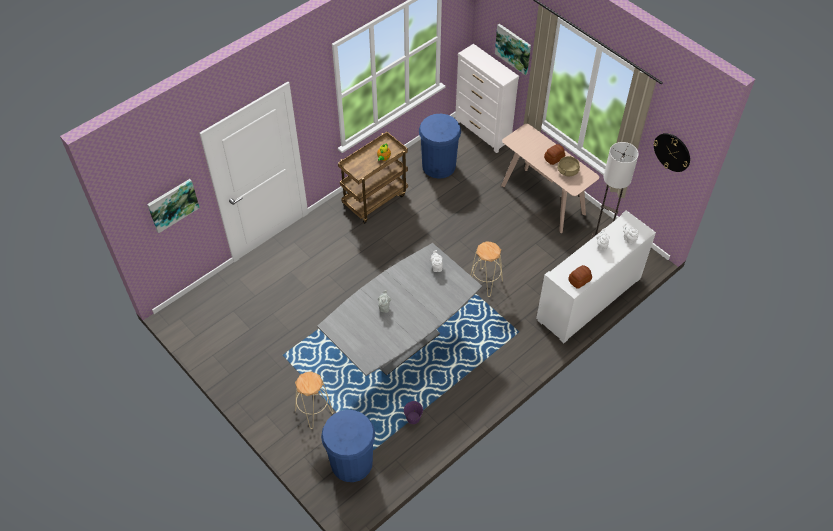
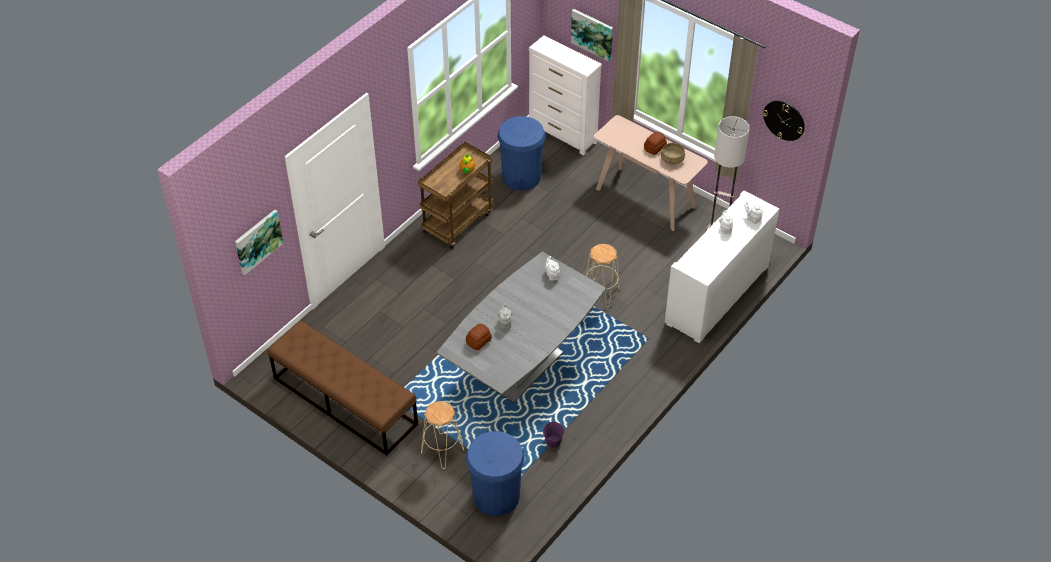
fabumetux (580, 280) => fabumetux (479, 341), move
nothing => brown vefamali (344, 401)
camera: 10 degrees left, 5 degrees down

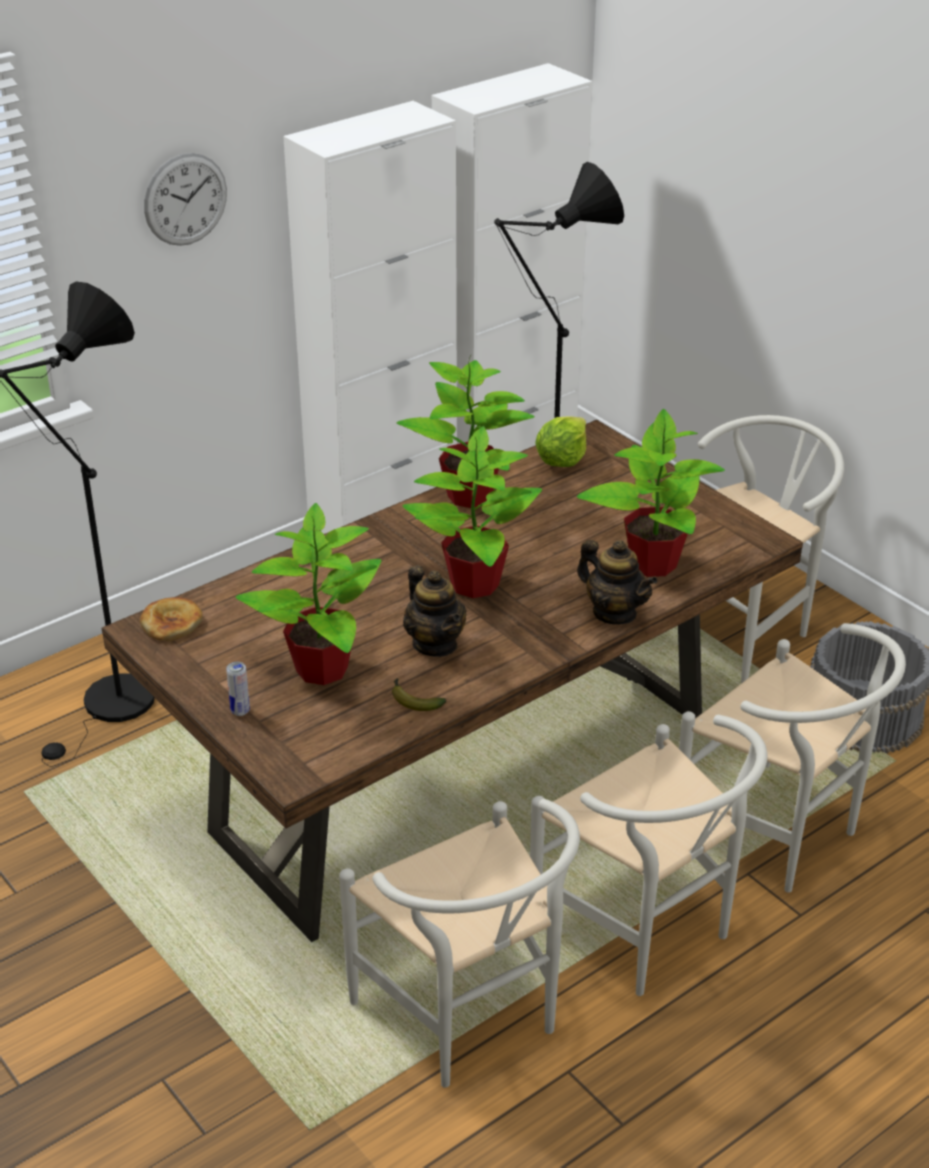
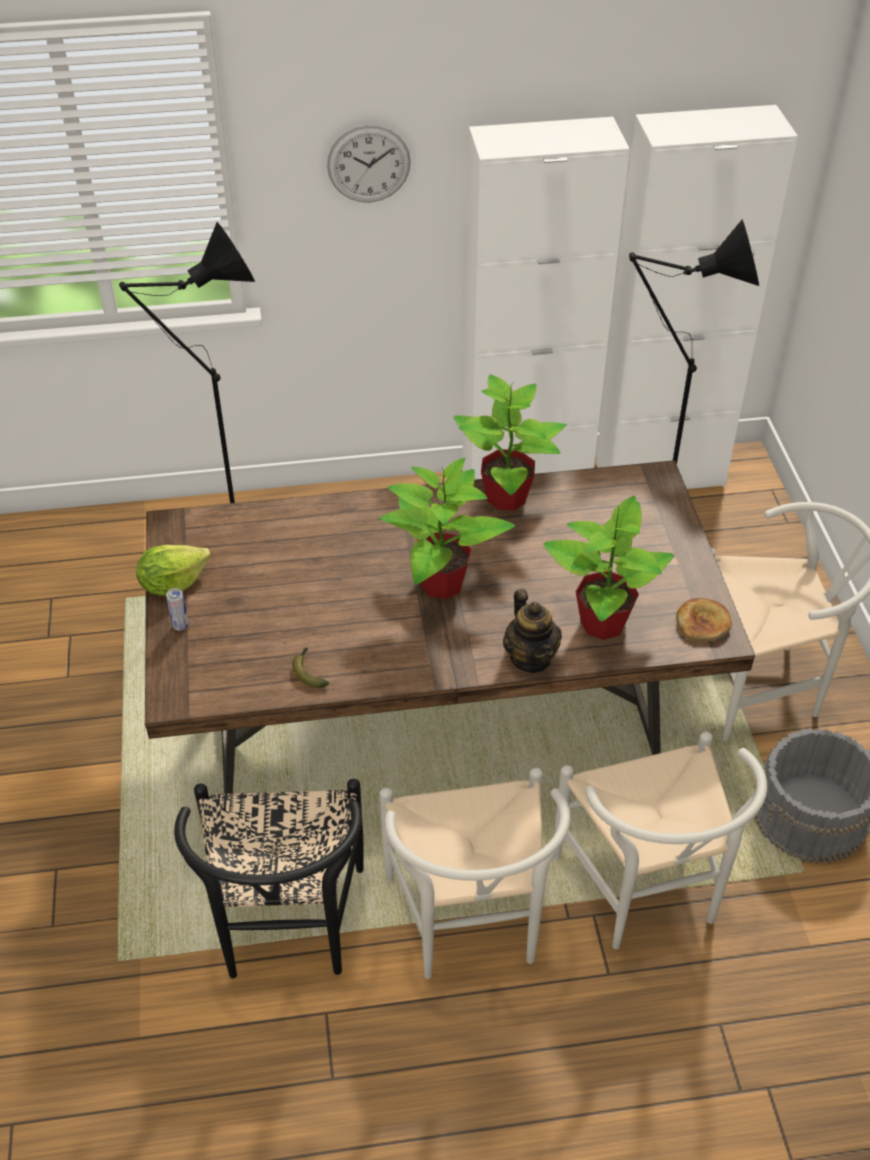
fabumetux (171, 622) => fabumetux (703, 623), move
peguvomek (320, 670) => nothing
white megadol (468, 1020) => black megadol (286, 932)
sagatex (435, 644) => nothing
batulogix (562, 460) => batulogix (173, 583), move
camera: 30 degrees right, 10 degrees up

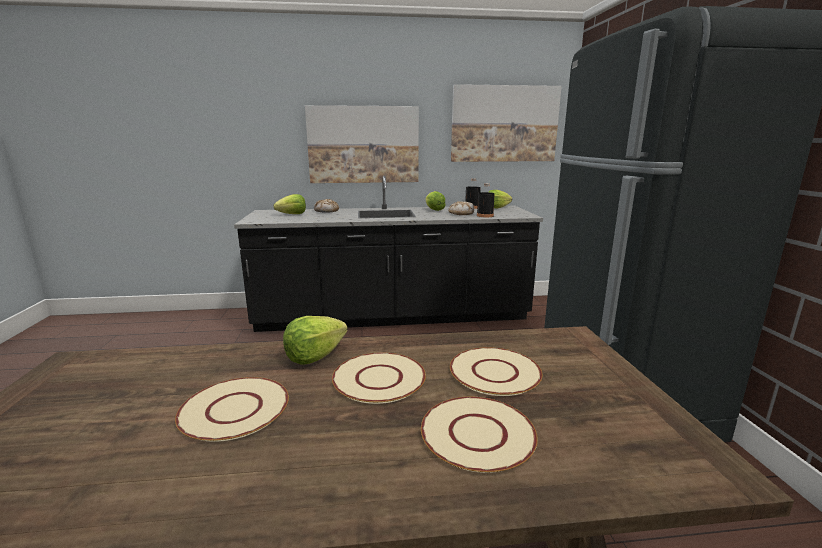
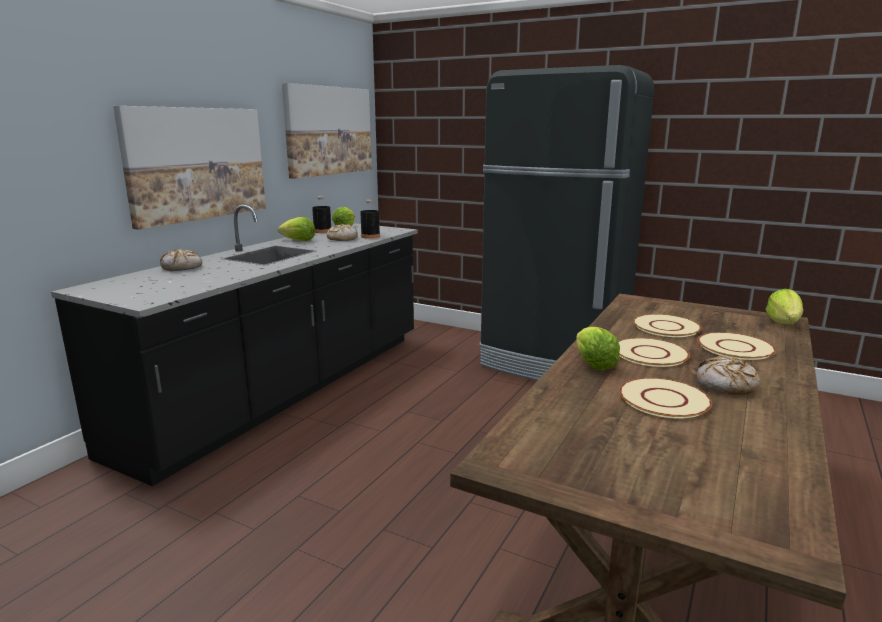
batulogix (292, 214) => batulogix (784, 323), move
nothing => fabumetux (725, 385)
camera: 55 degrees left, 0 degrees up

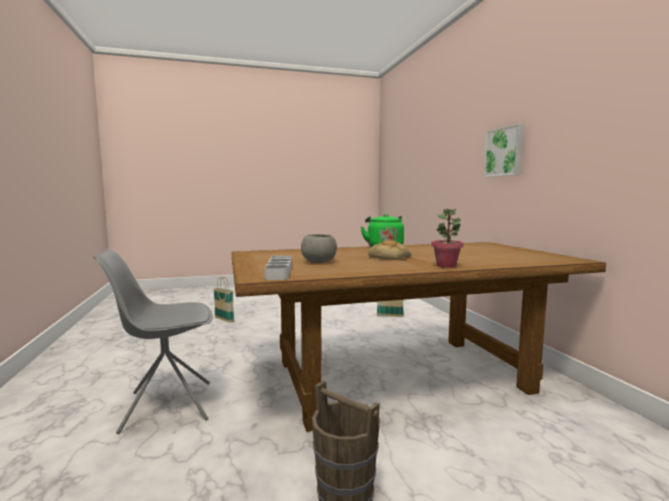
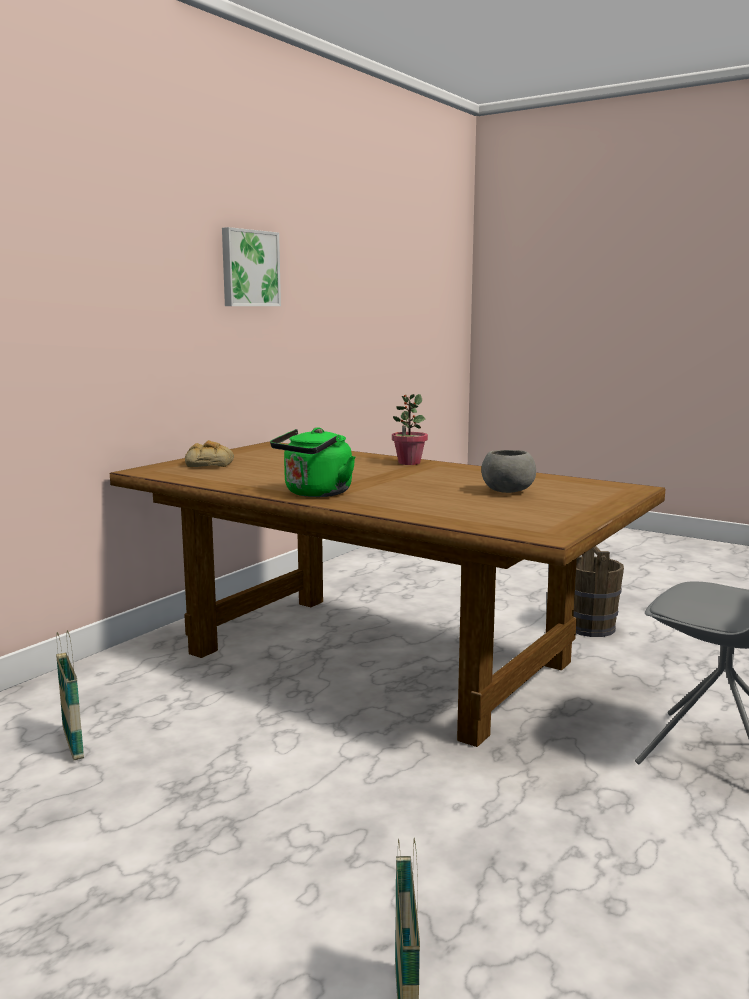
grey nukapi (279, 271) => nothing
fabumetux (390, 257) => fabumetux (209, 463), move
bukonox (504, 152) => bukonox (249, 268), move
camera: 130 degrees left, 5 degrees up

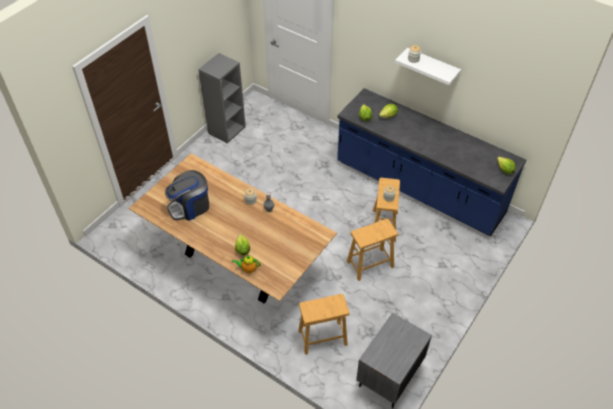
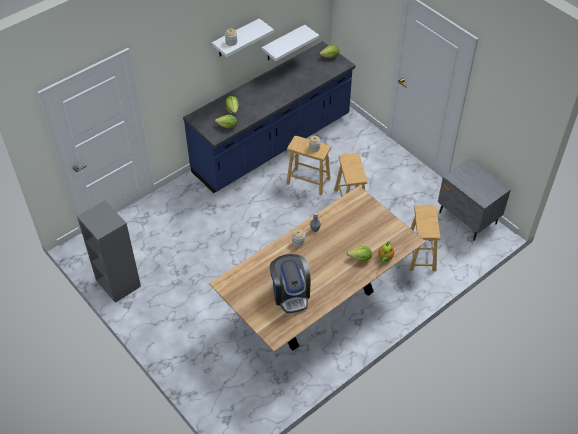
nothing => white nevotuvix (283, 43)
camera: 75 degrees left, 0 degrees up

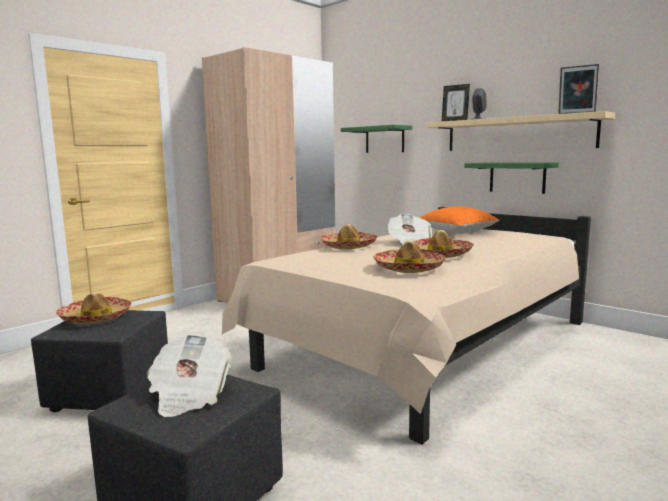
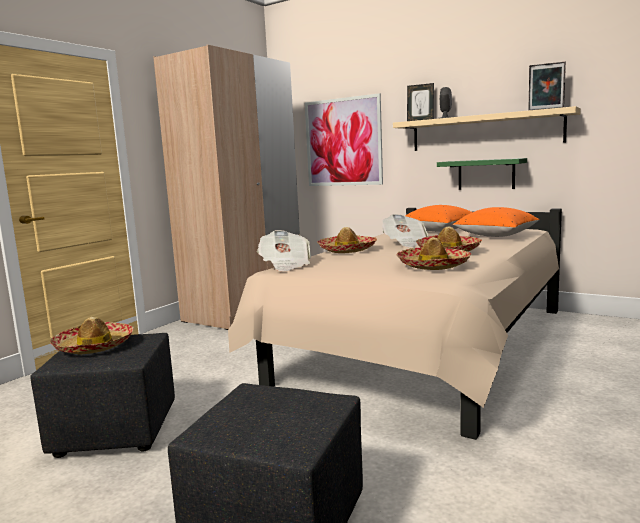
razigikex (189, 395) => razigikex (285, 265), move
green nevotuvix (384, 139) => bukonox (343, 142)
nothing => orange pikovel (496, 236)
camera: 10 degrees left, 0 degrees up

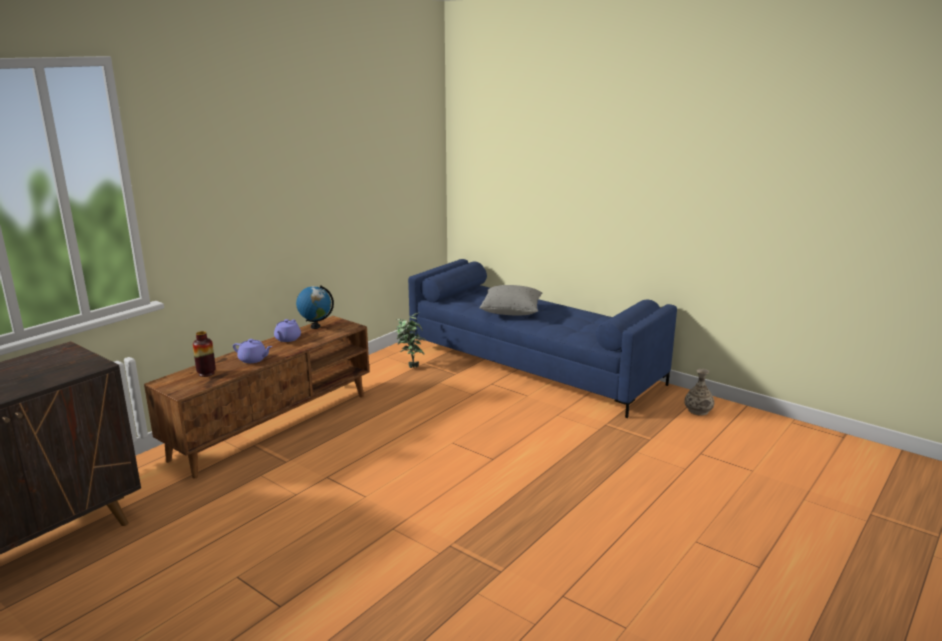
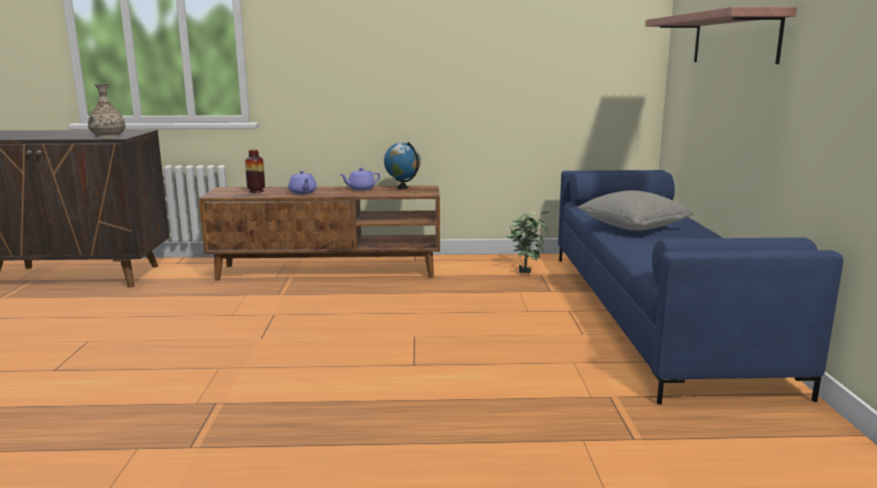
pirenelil (698, 410) => pirenelil (108, 136), move
nothing => nevotuvix (734, 38)
camera: 50 degrees right, 5 degrees down

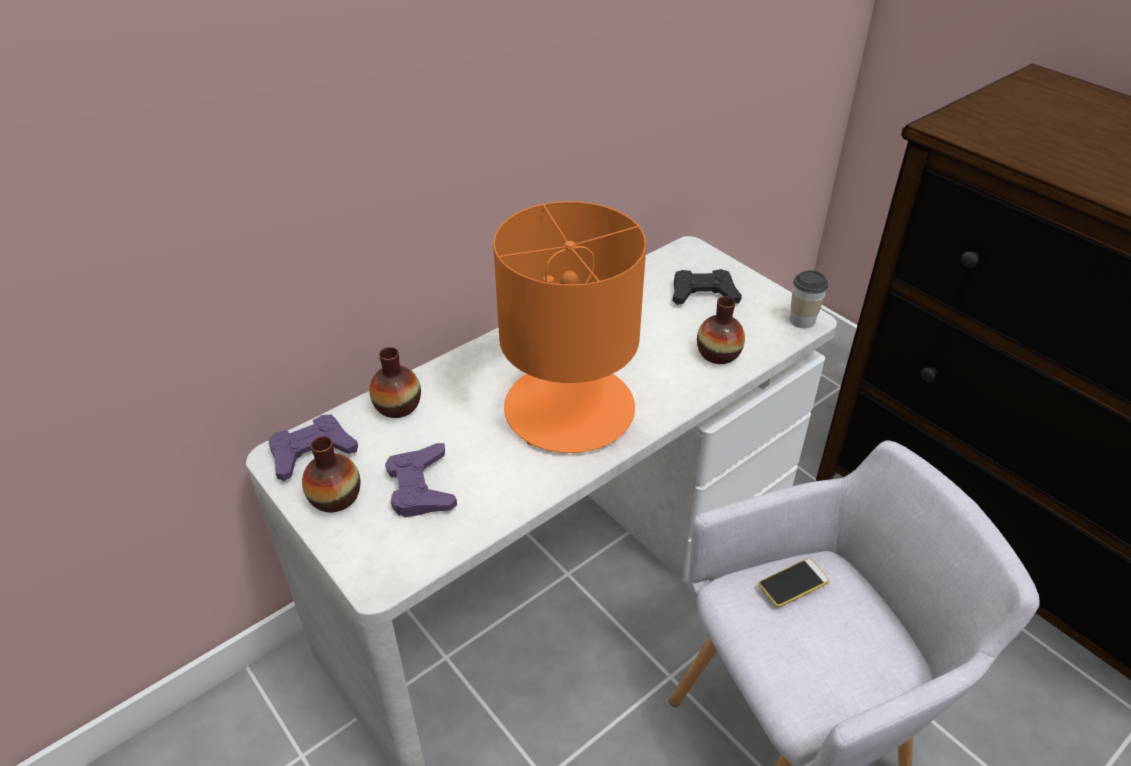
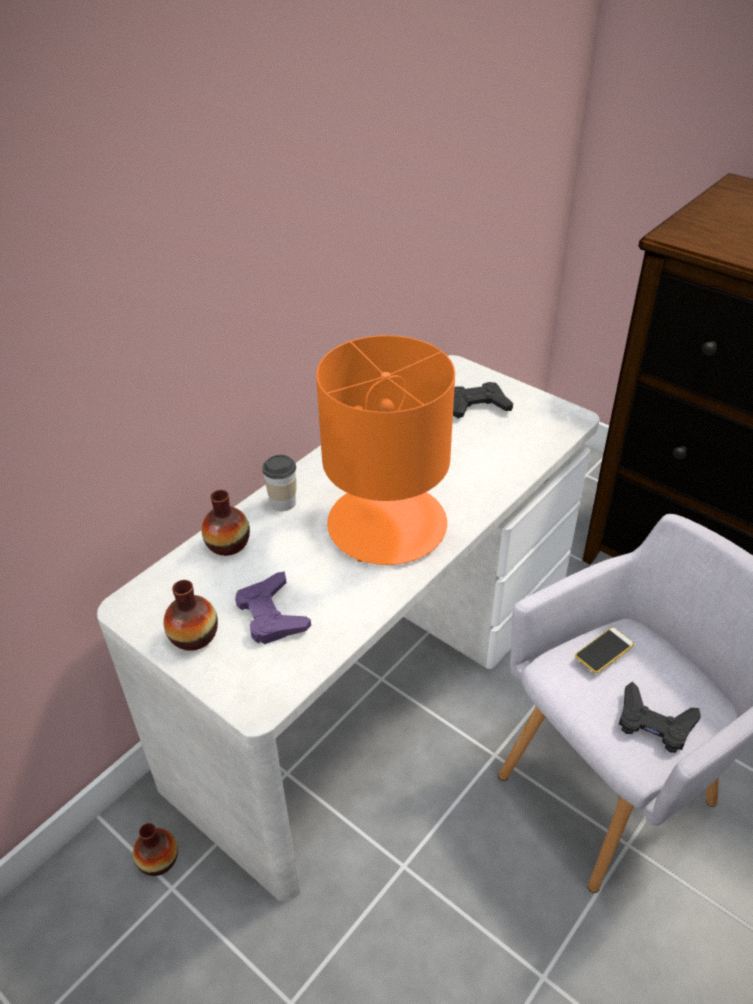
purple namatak (311, 452) => nothing
pirenelil (718, 354) => pirenelil (158, 860), move
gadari (802, 320) => gadari (283, 503), move
nothing => black namatak (654, 723)
camera: 10 degrees left, 0 degrees up

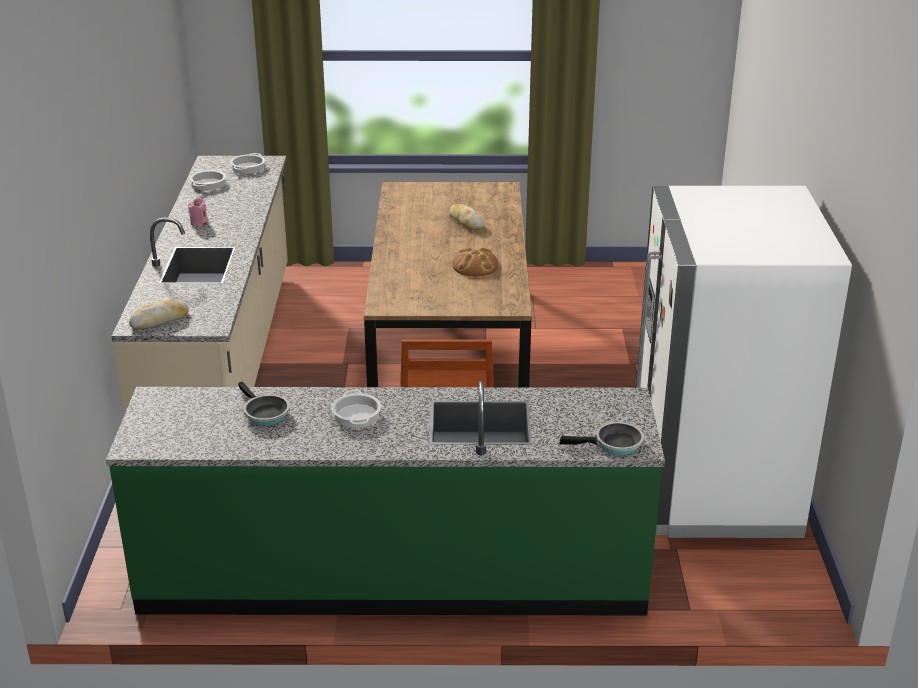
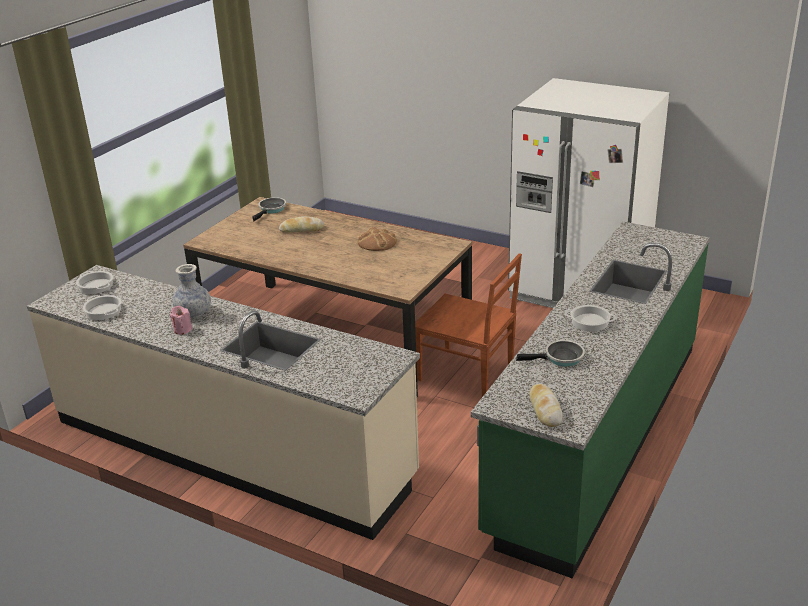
fabumetux (159, 320) => fabumetux (545, 409), move
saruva (614, 444) => saruva (271, 210), move
nothing => pirenelil (193, 313)
camera: 60 degrees left, 0 degrees up

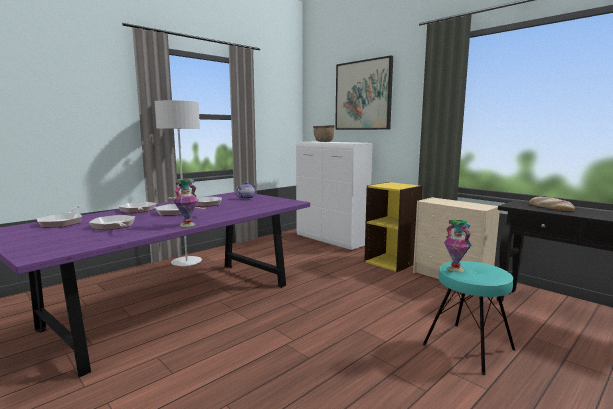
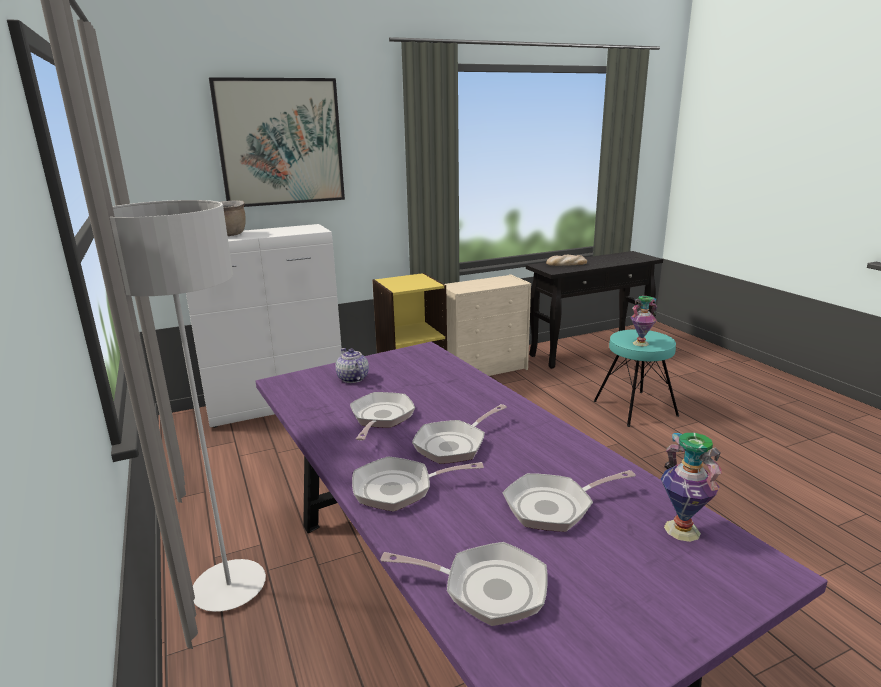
pirenelil (187, 225) => pirenelil (681, 530), move
camera: 70 degrees left, 10 degrees up

